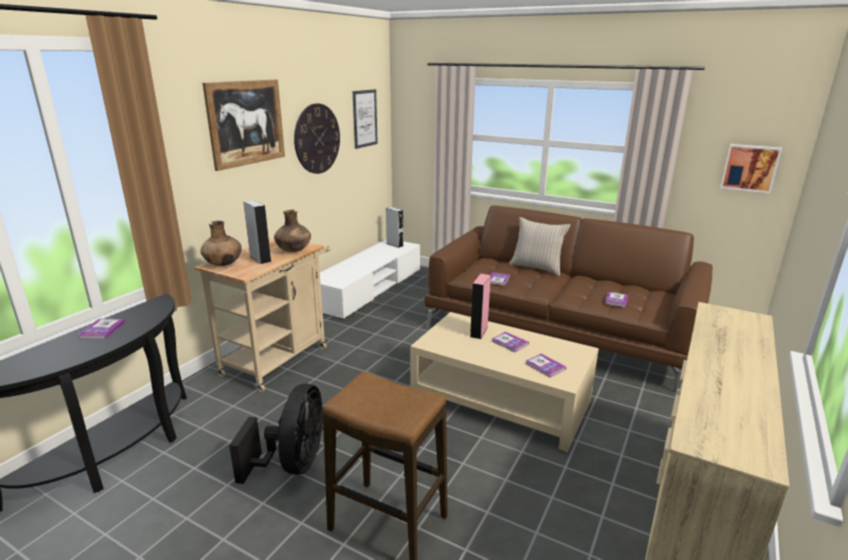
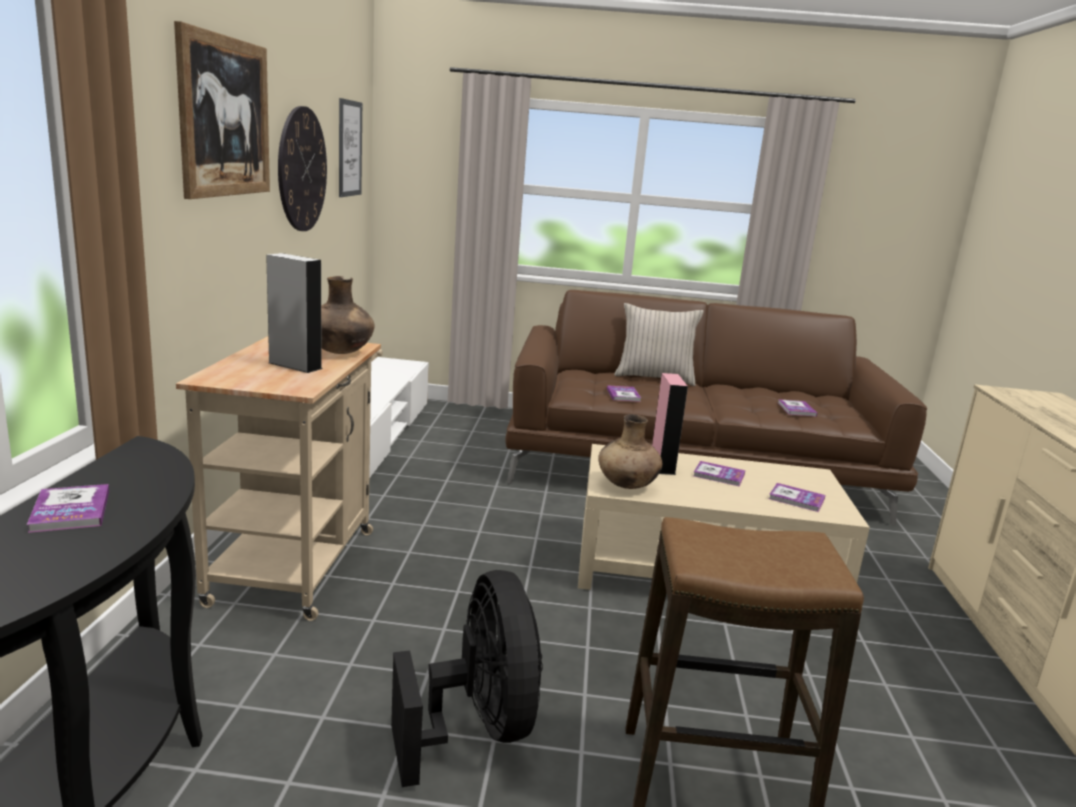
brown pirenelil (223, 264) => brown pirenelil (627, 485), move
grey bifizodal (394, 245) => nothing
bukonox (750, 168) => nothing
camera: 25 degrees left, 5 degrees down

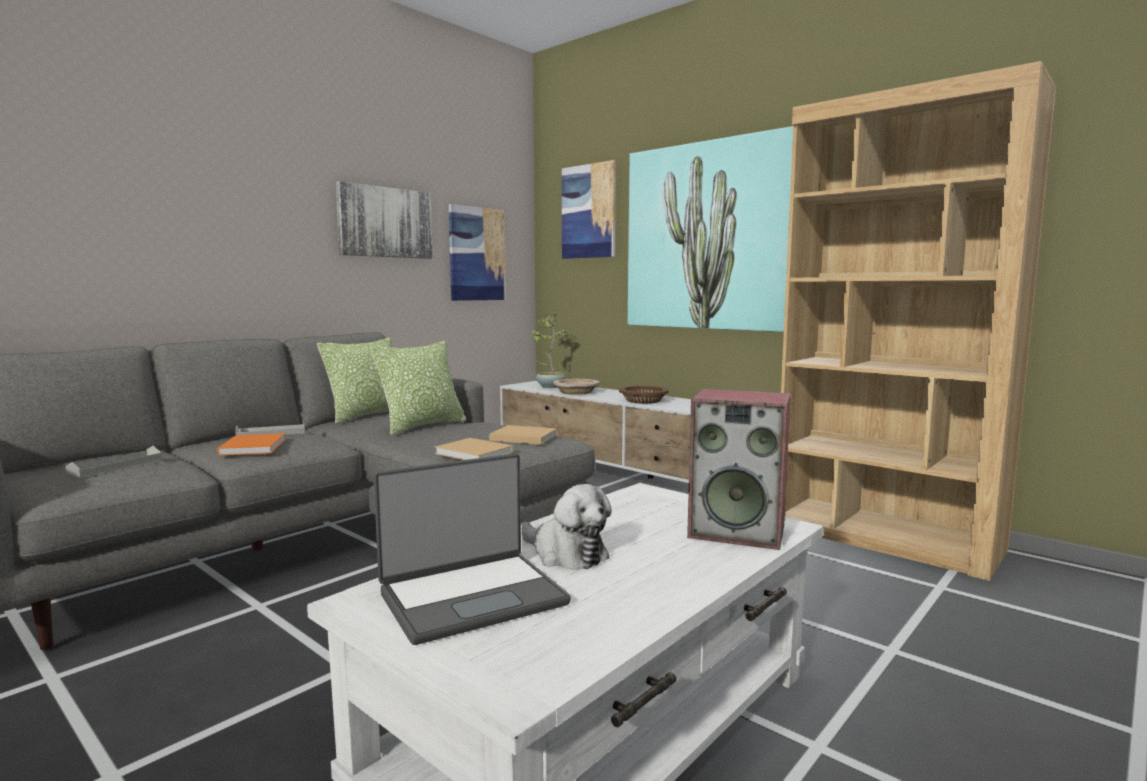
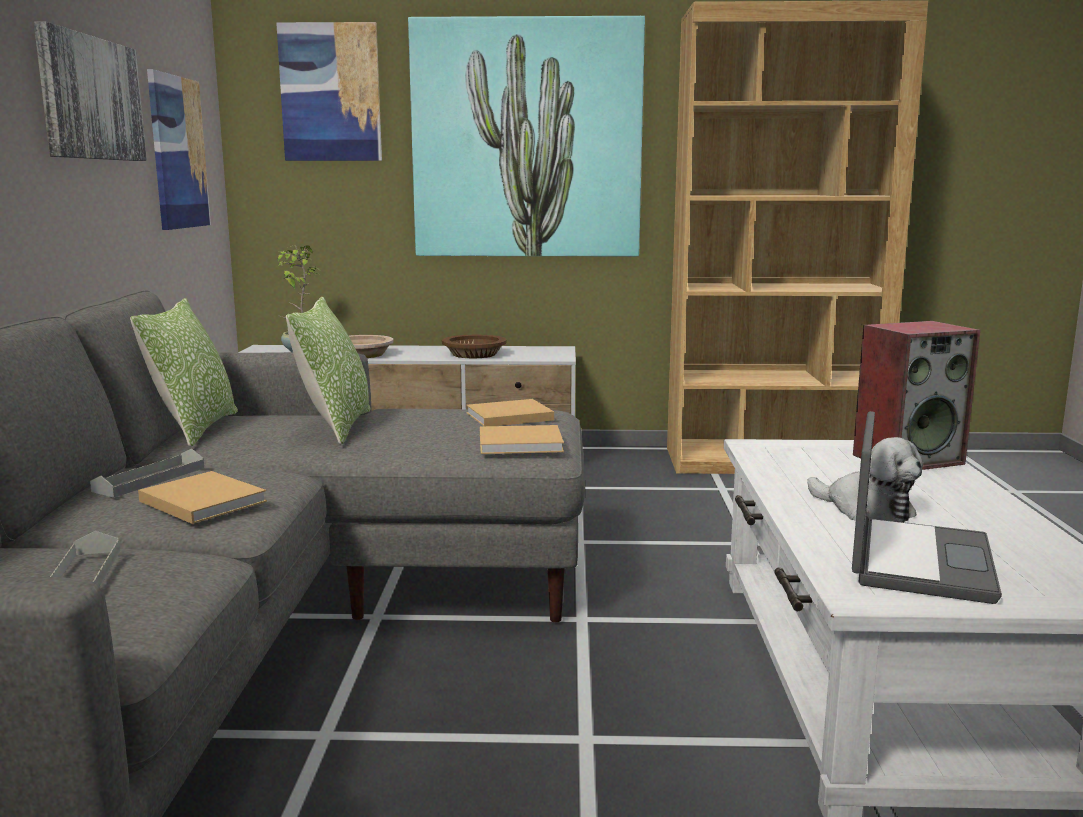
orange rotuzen (254, 446) => beige rotuzen (201, 500)
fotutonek (565, 554) => fotutonek (866, 510), 45 degrees clockwise
camera: 40 degrees left, 5 degrees up

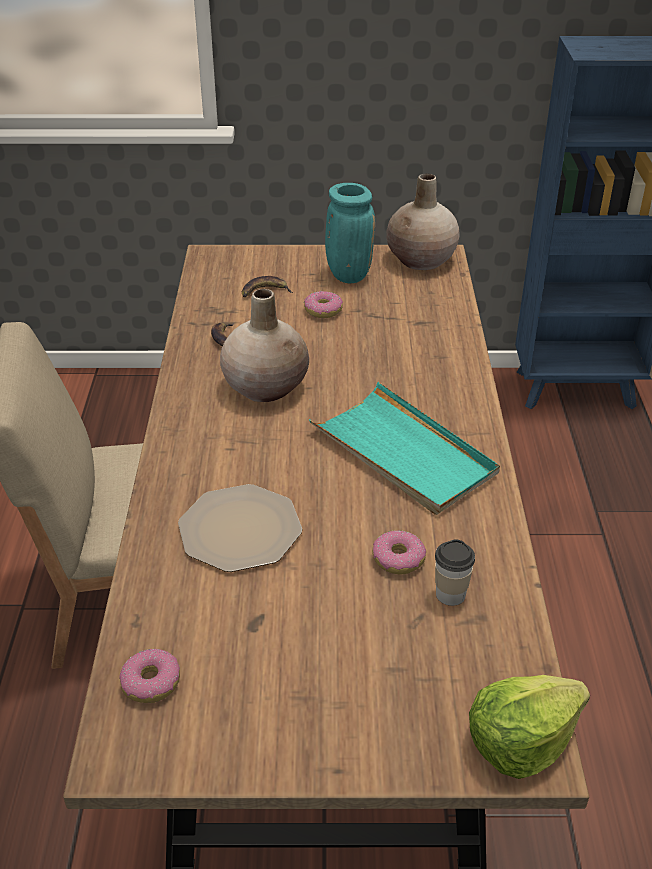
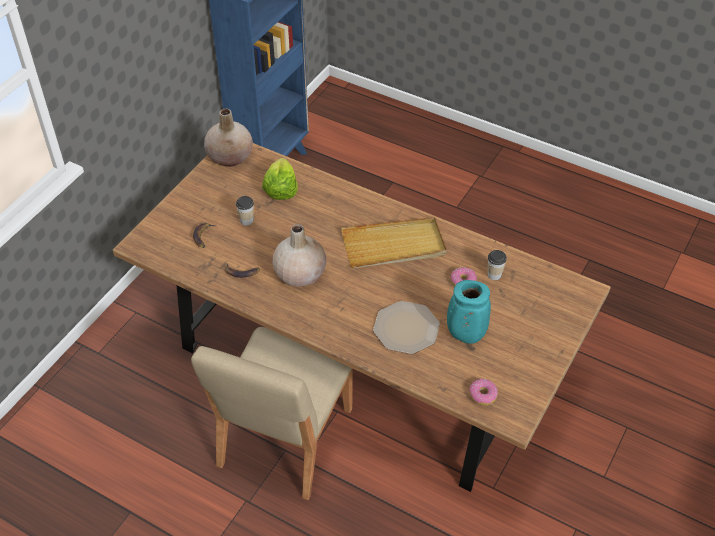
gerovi (323, 311) => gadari (246, 220)
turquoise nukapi (403, 453) => beige nukapi (394, 246)
turquoise pirenelil (347, 275) => turquoise pirenelil (465, 335), move
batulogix (521, 740) => batulogix (280, 189), move
camera: 60 degrees left, 10 degrees up

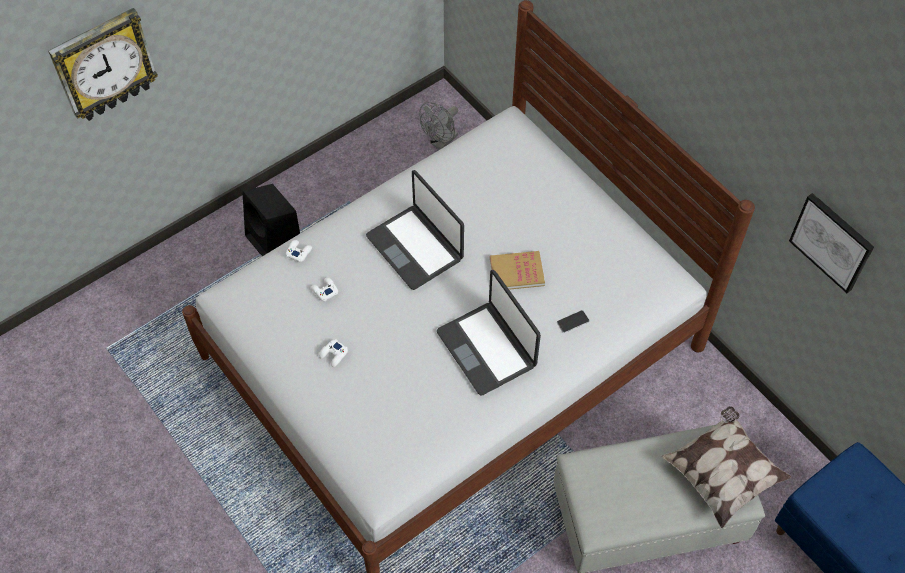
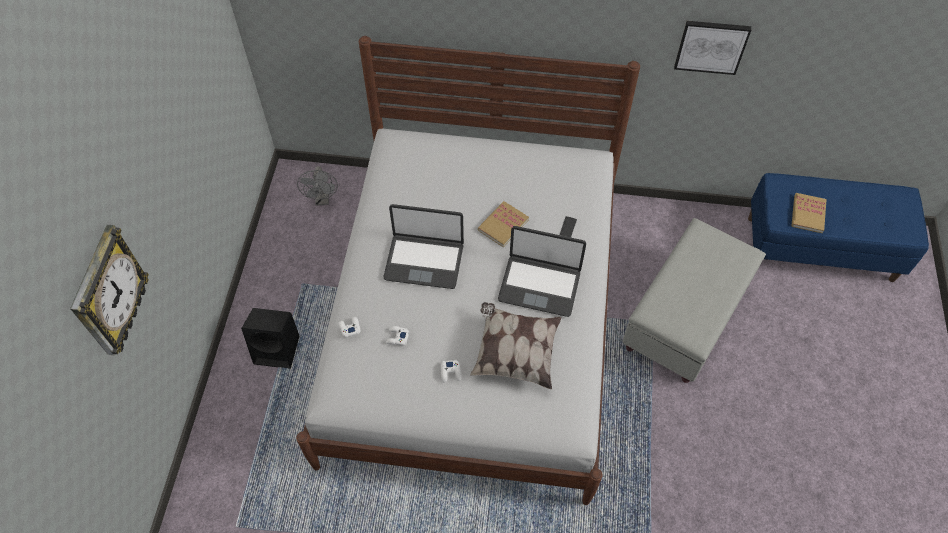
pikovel (722, 473) => pikovel (515, 353), move
nothing => rotuzen (808, 214)
camera: 45 degrees left, 0 degrees up

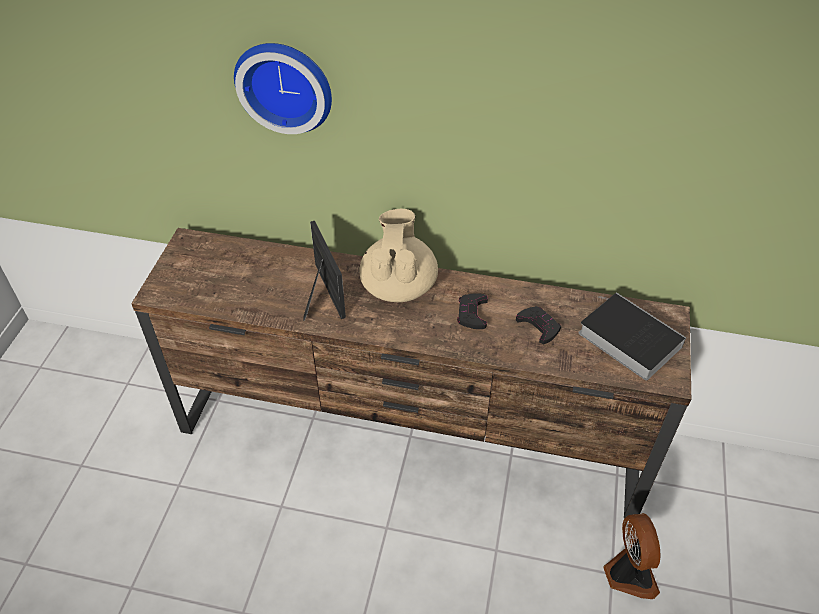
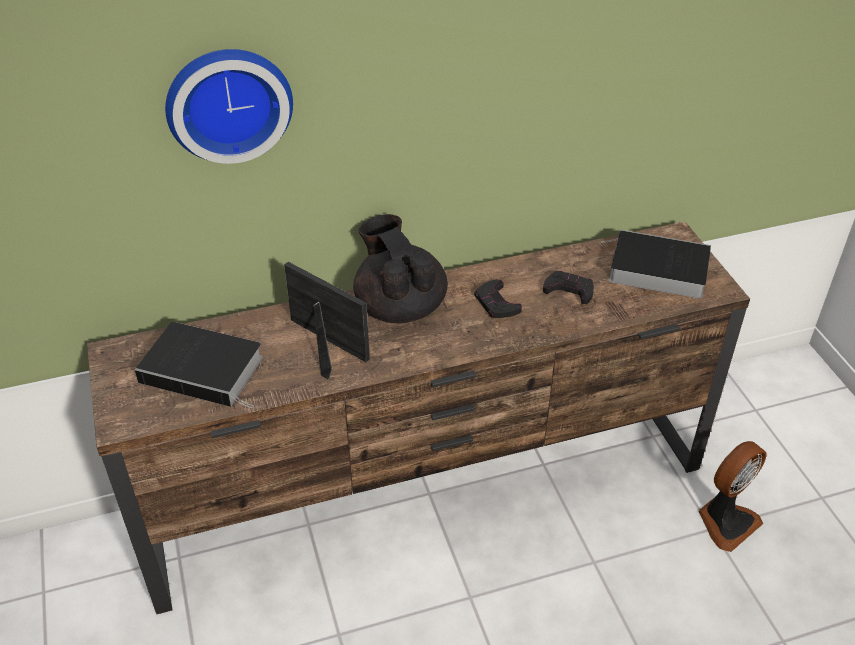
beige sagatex (398, 286) => black sagatex (400, 306)
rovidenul (628, 574) => rovidenul (726, 521), 90 degrees clockwise
nothing => rotuzen (205, 370)
camera: 30 degrees left, 5 degrees down

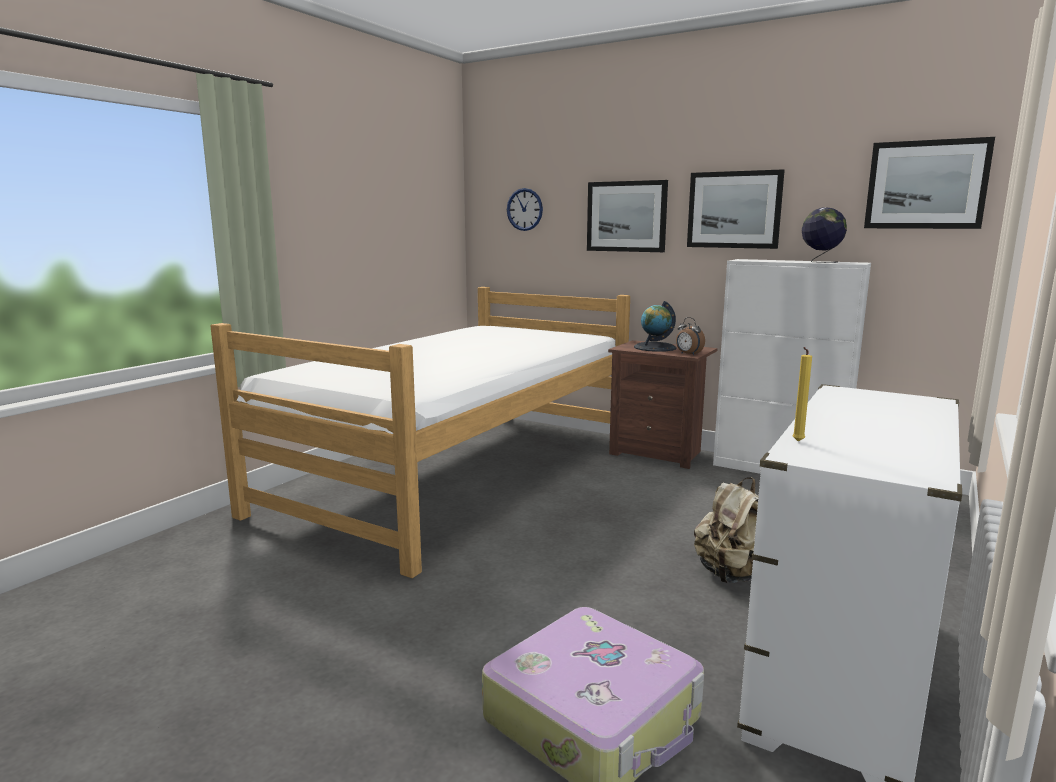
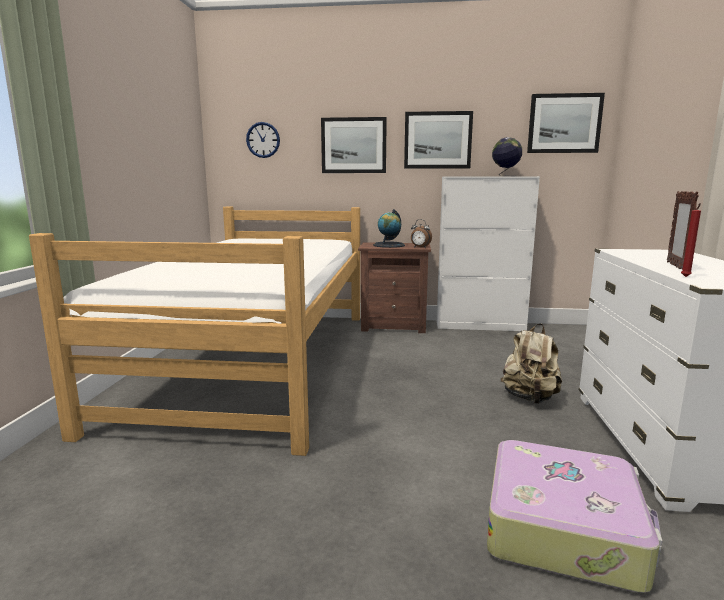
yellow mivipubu (797, 442) => red mivipubu (685, 277)
nothing => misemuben (675, 266)
camera: 25 degrees left, 0 degrees up

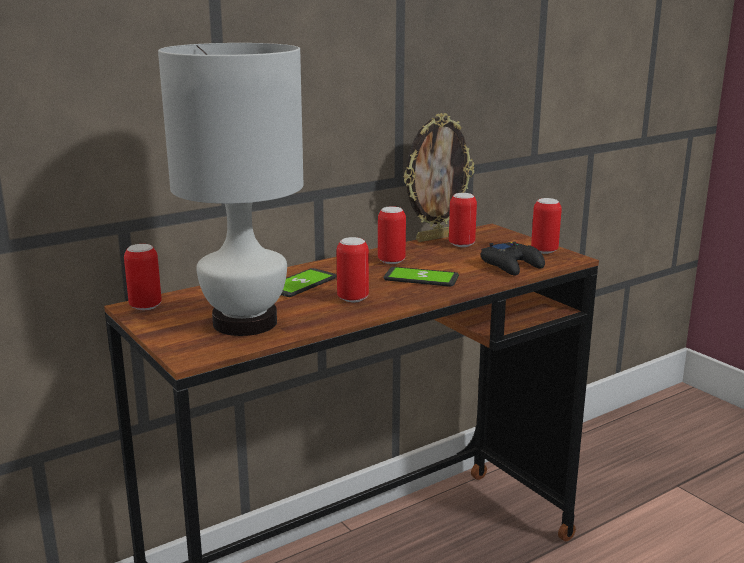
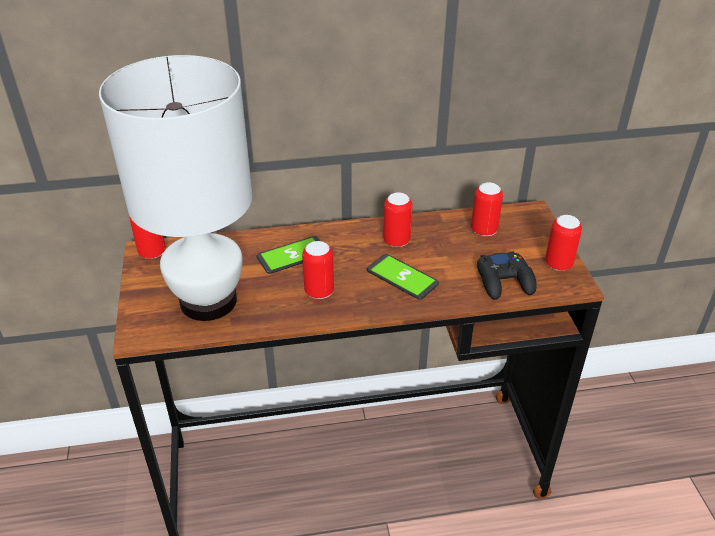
misemuben (436, 237) => nothing
camera: 25 degrees right, 20 degrees up

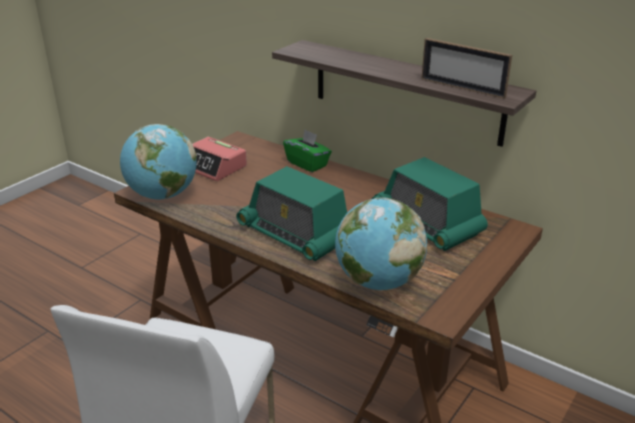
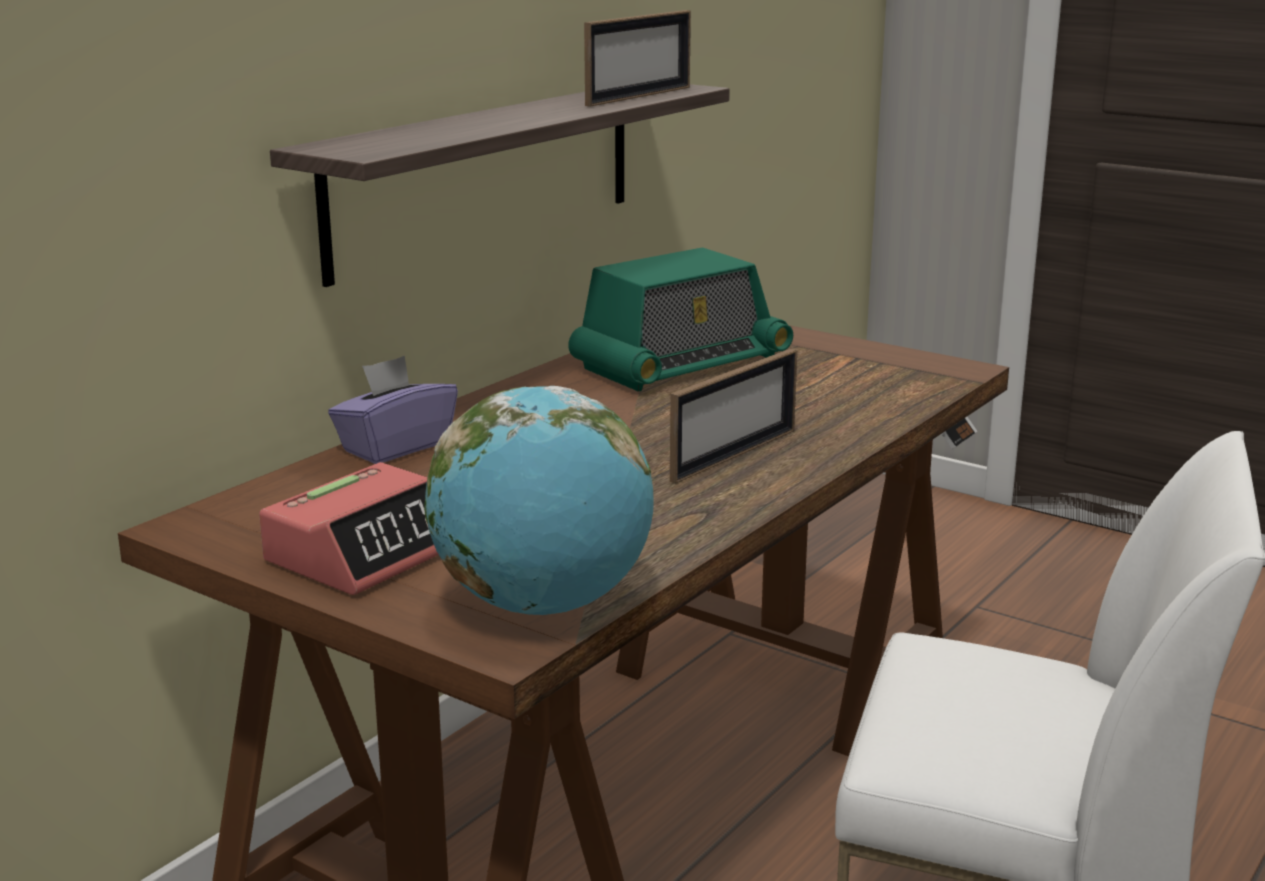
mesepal (295, 234) => misemuben (734, 455)
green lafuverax (307, 164) => purple lafuverax (395, 447)
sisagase (378, 281) => nothing
camera: 90 degrees left, 10 degrees down

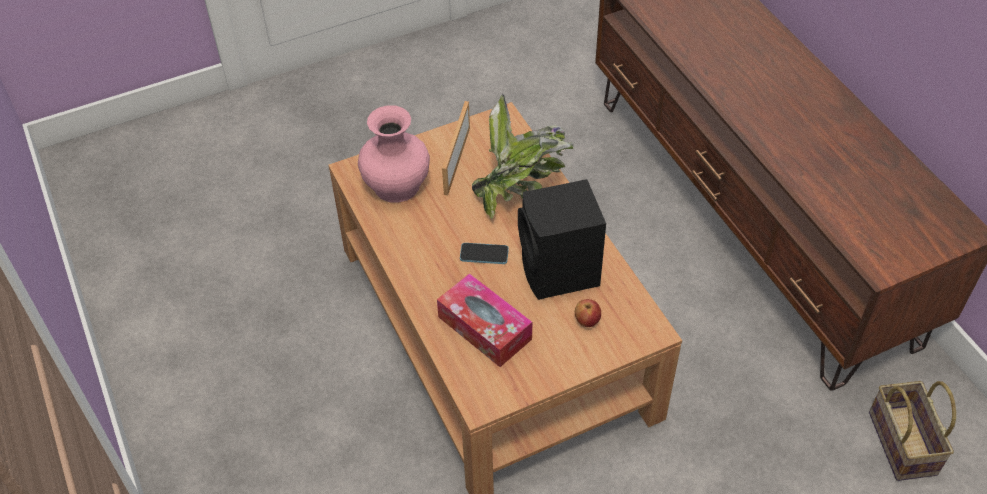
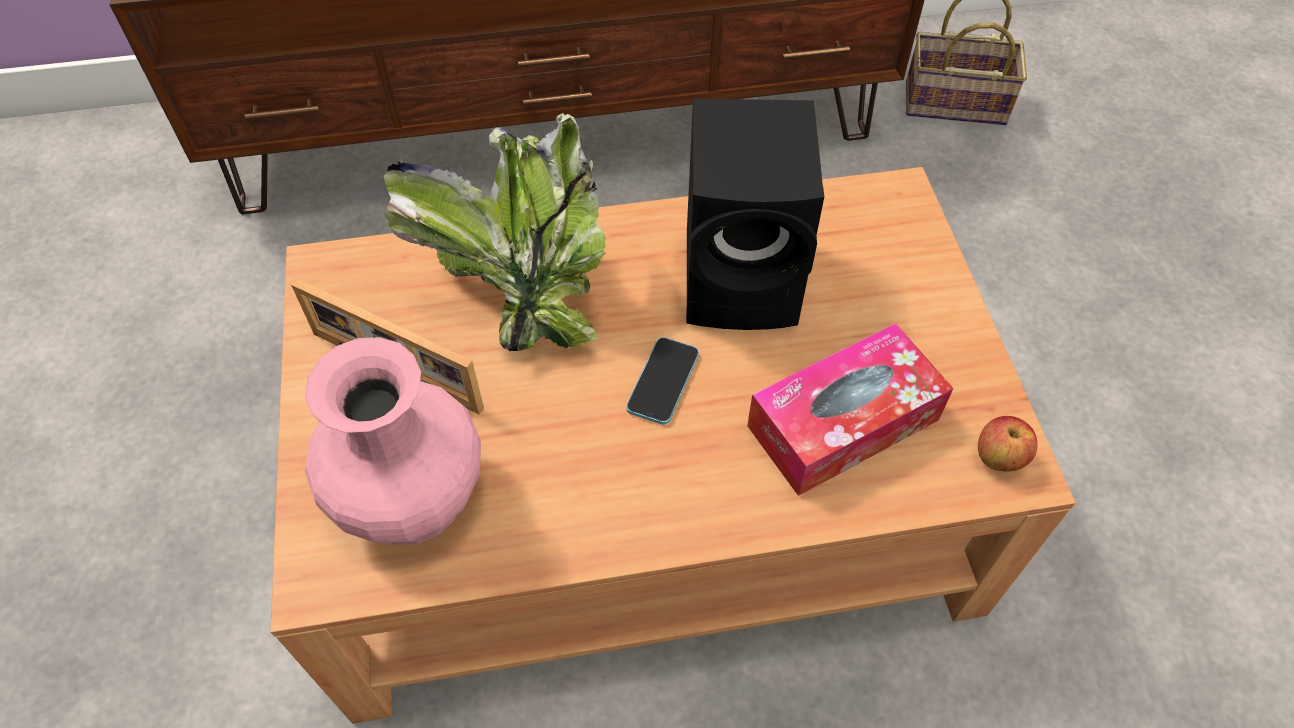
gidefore (587, 321) => gidefore (998, 457), move
camera: 75 degrees left, 5 degrees up

